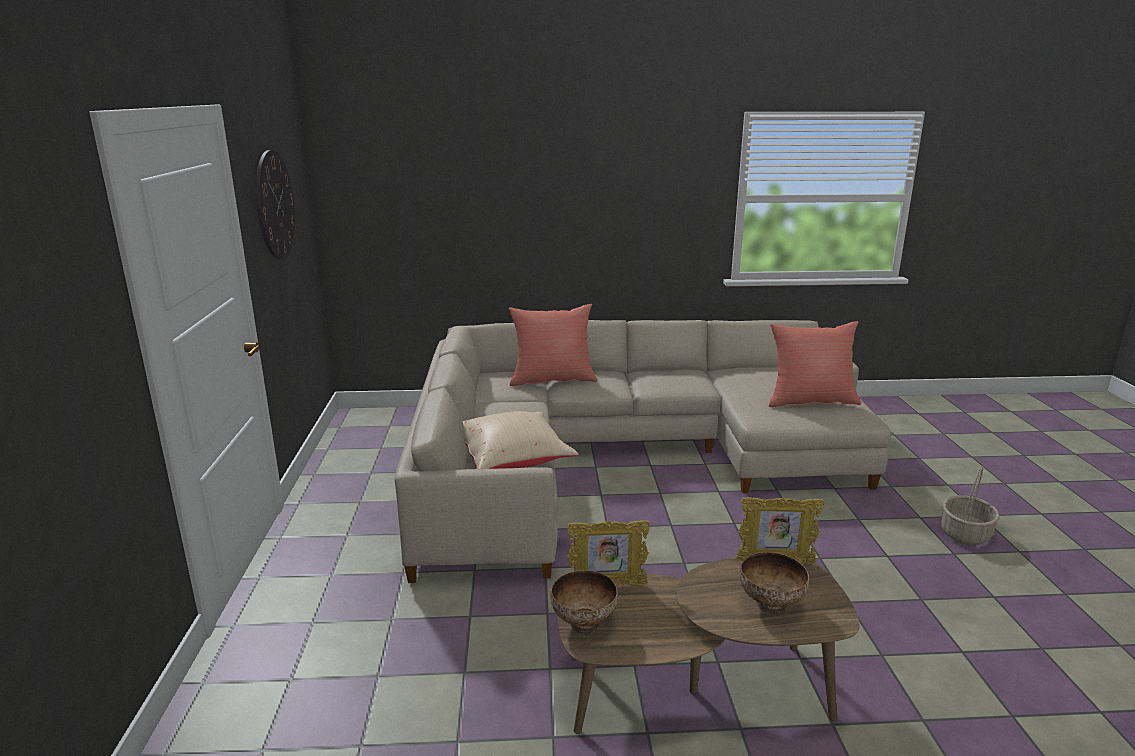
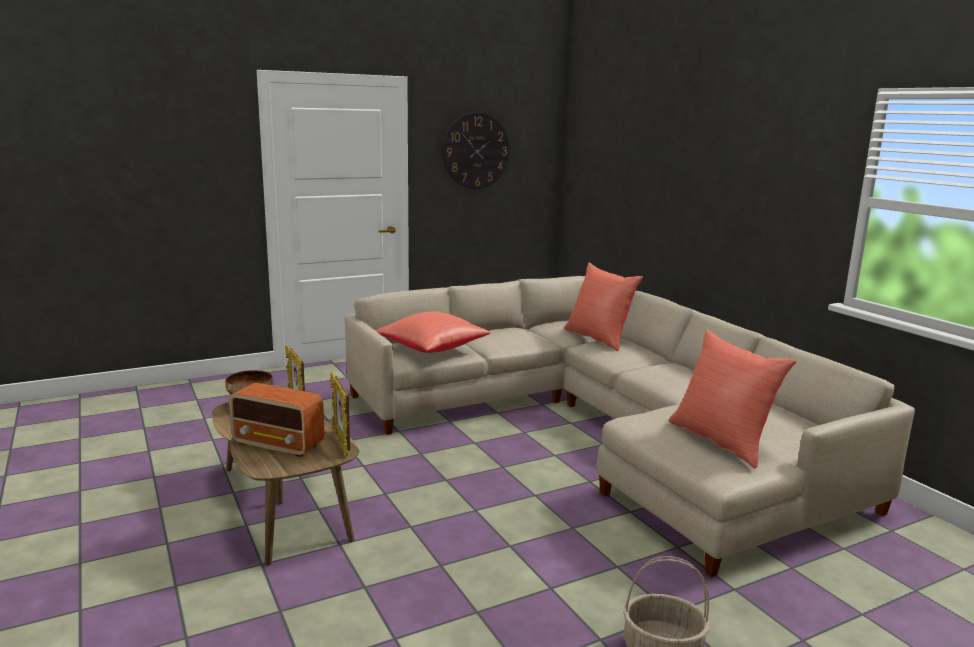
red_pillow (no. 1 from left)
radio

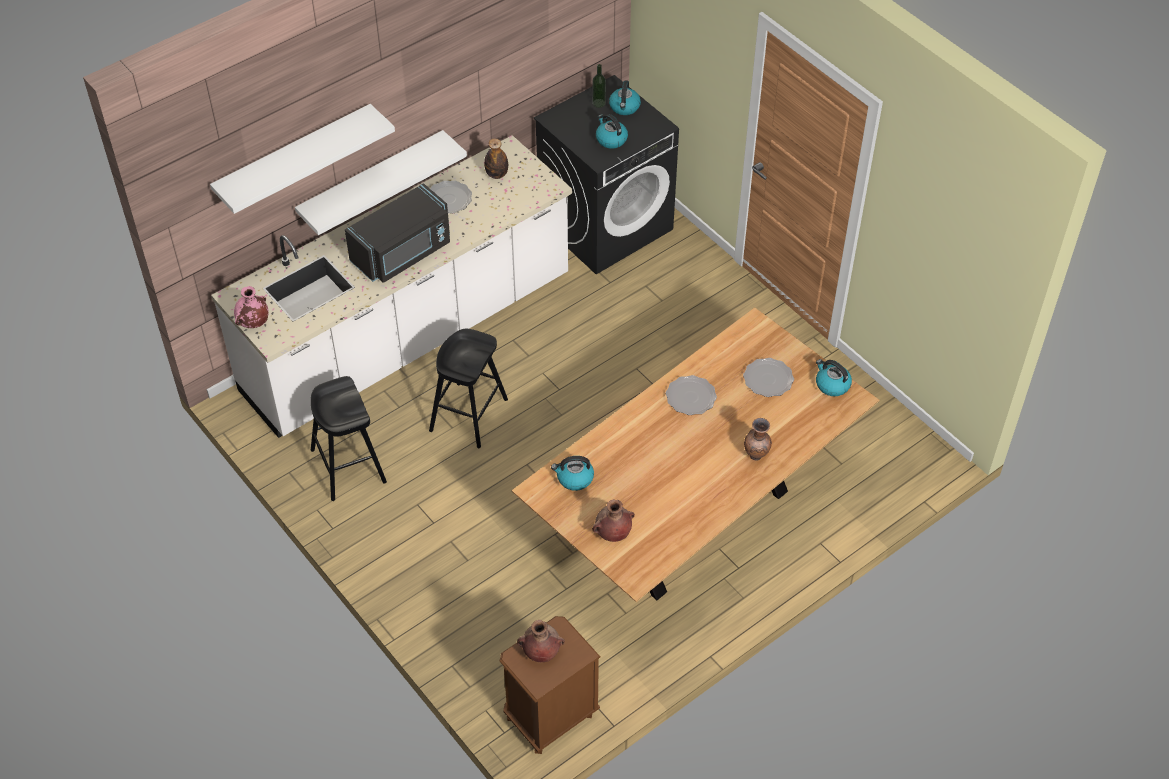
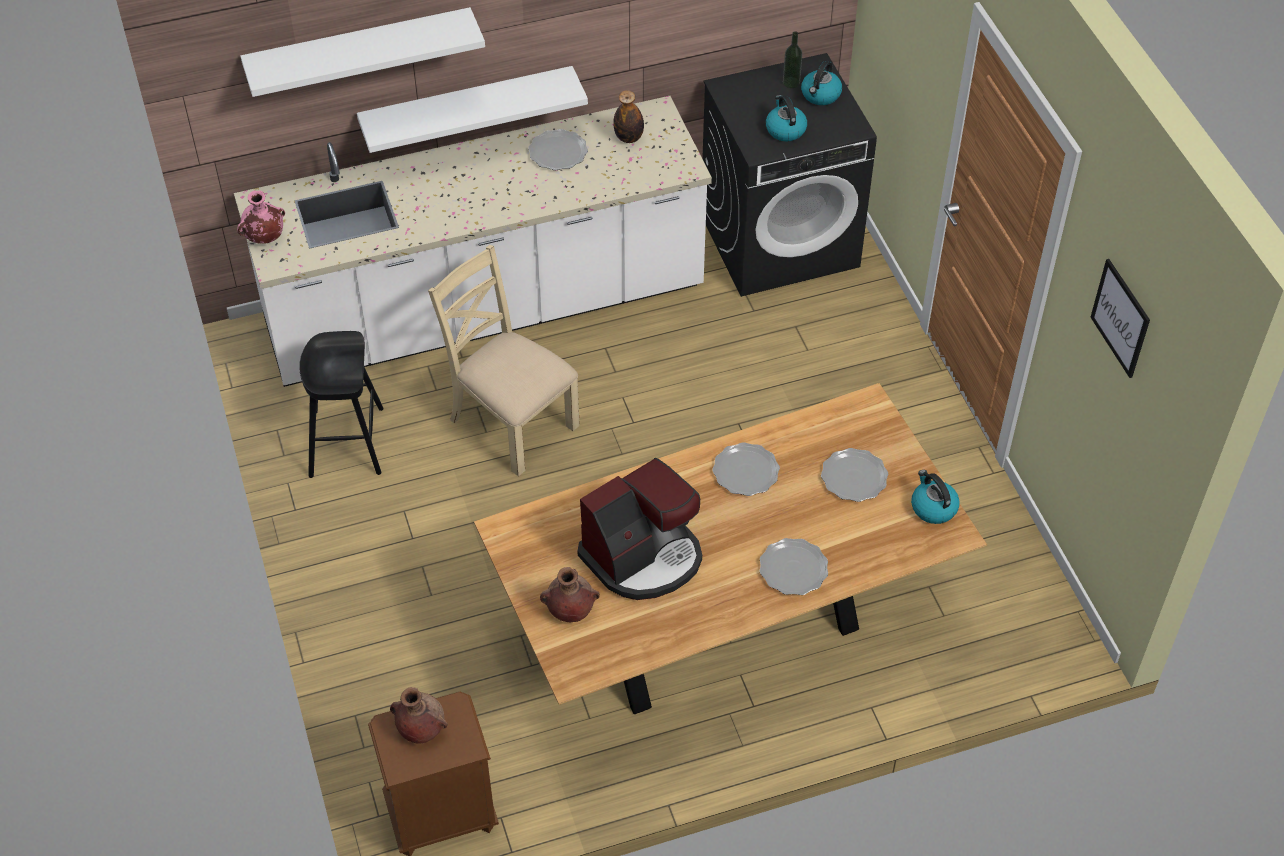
black_microwave
beige_chair
kettle (no. 1 from left in the first image)
plate (no. 3 from left)
coffee_machine
picture

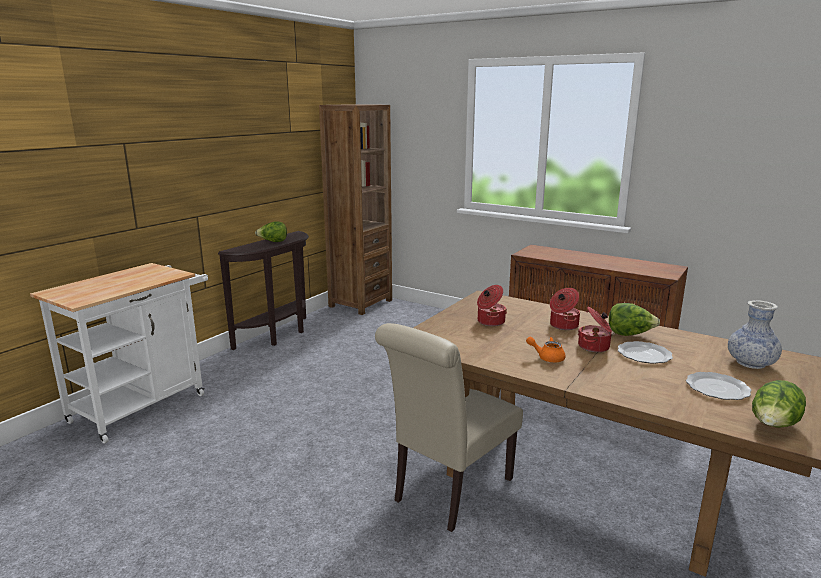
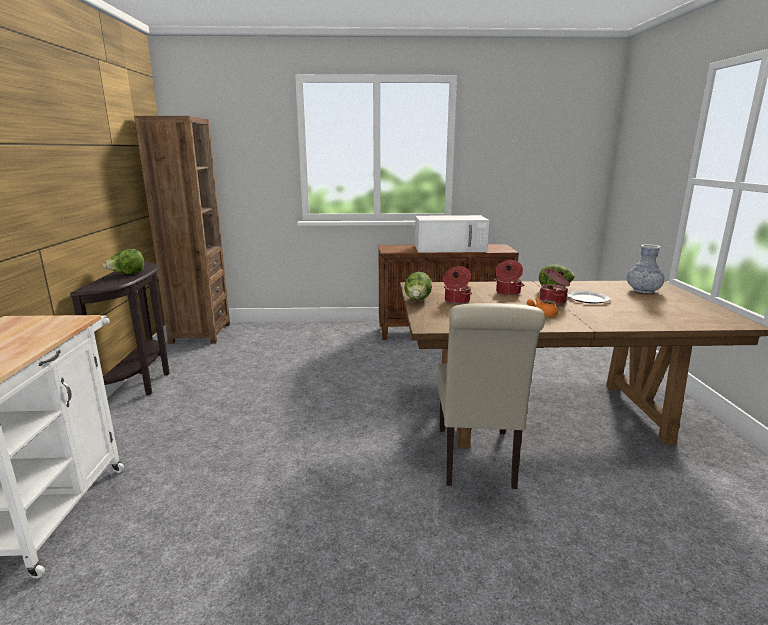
plate (no. 2 from left in the first image)
lettuce (no. 2 from left)
white_microwave

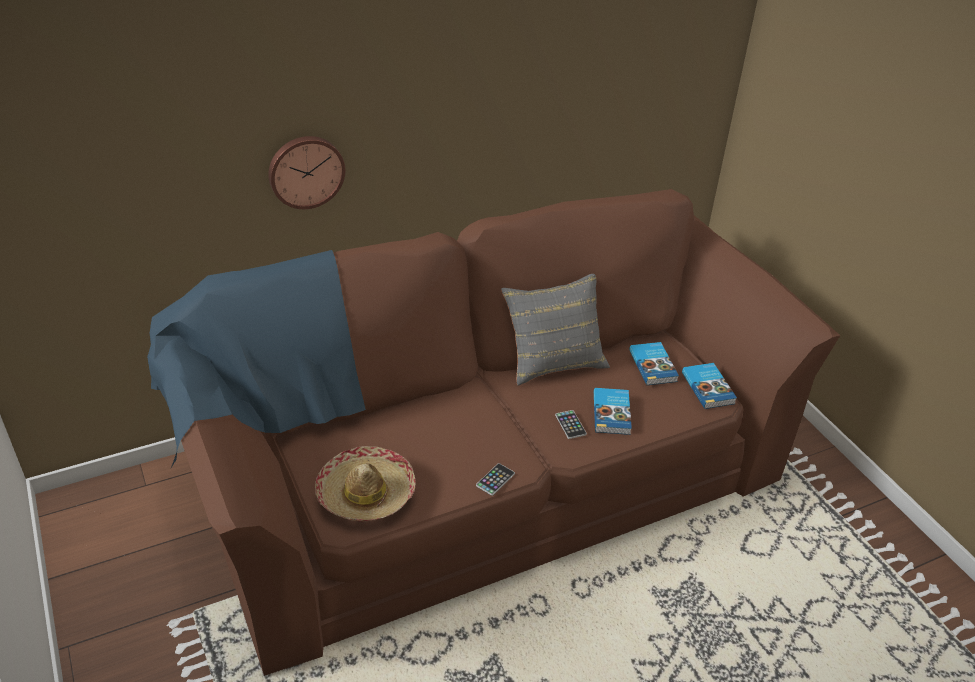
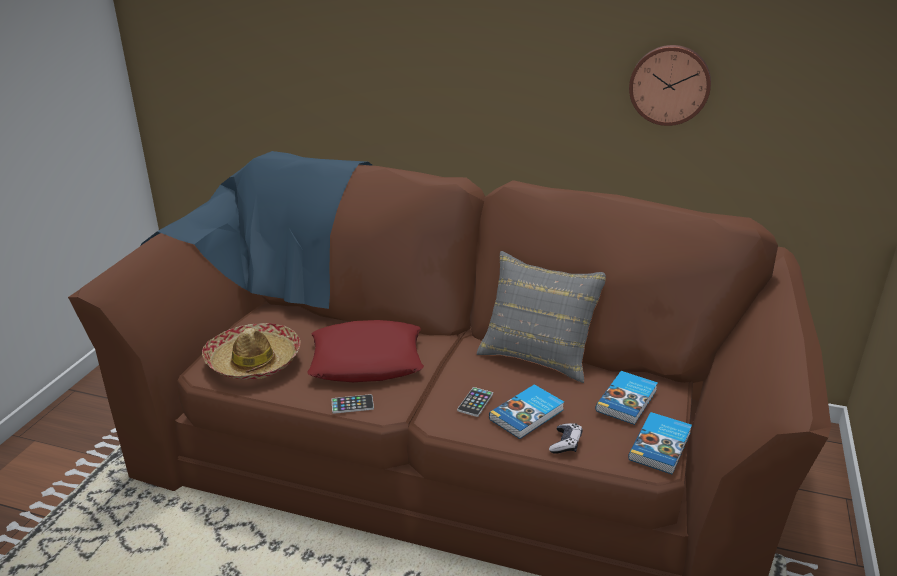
wall_clock
red_pillow
game_controller

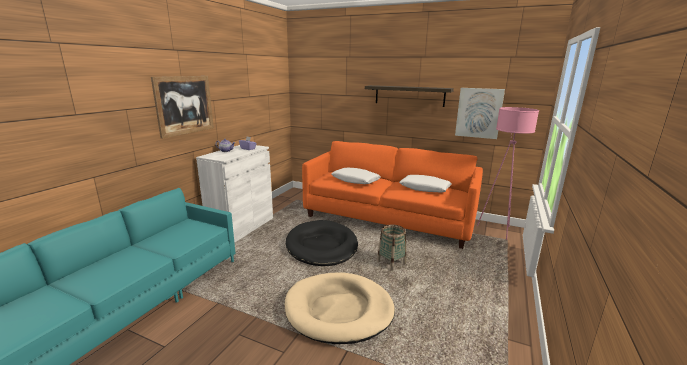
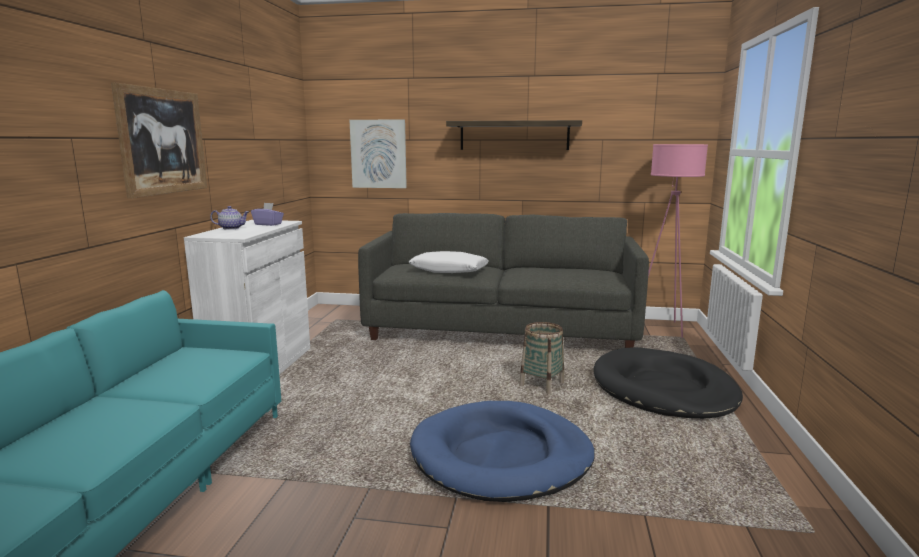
blue_dog_bed
black_dog_bed
grey_sofa
white_pillow (no. 2 from left in the first image)
picture (no. 2 from left)

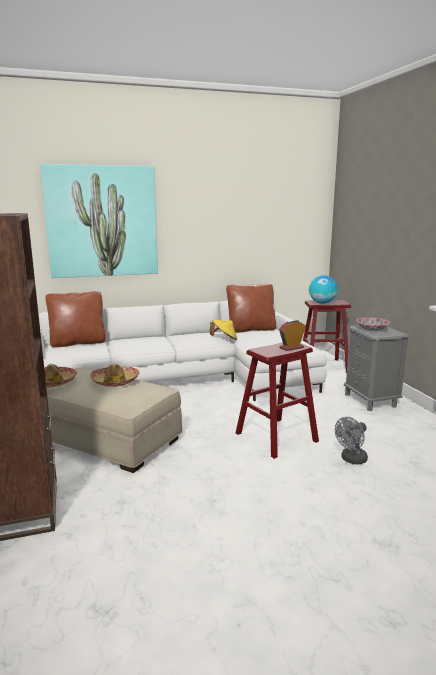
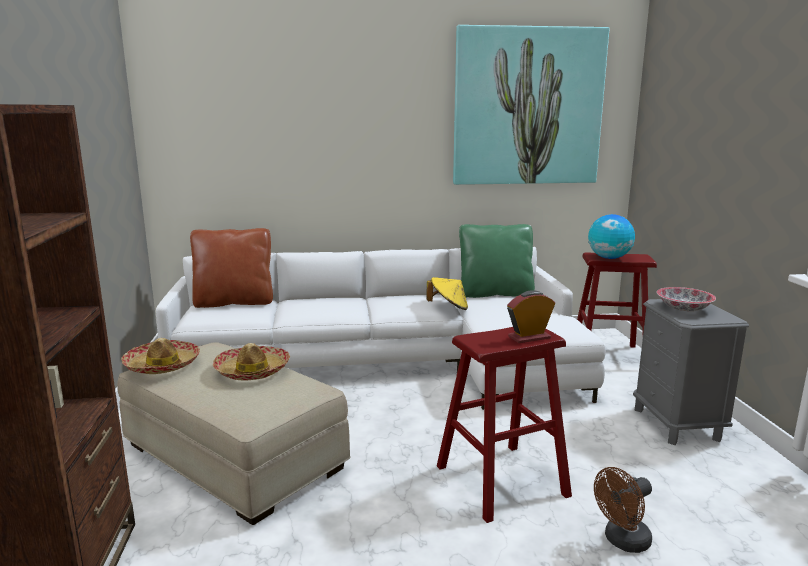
picture
green_pillow
brown_fan

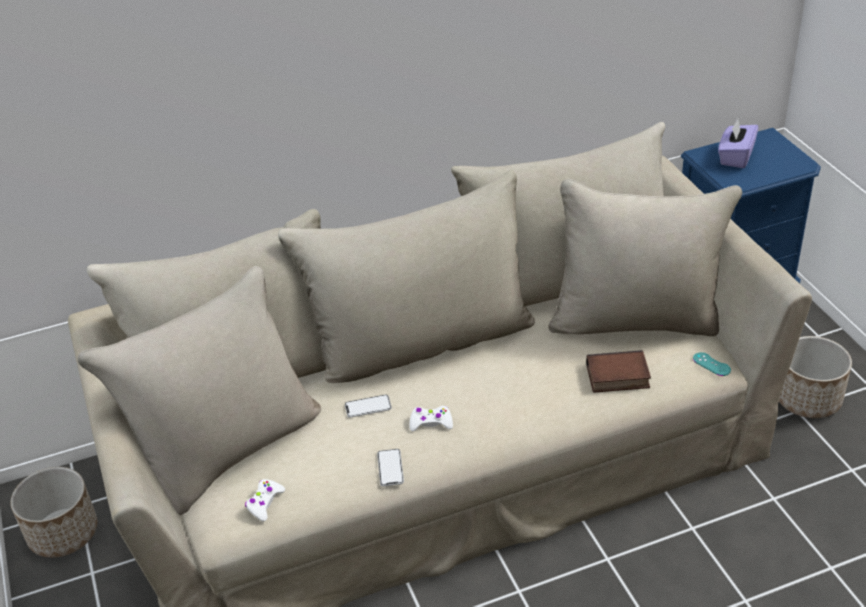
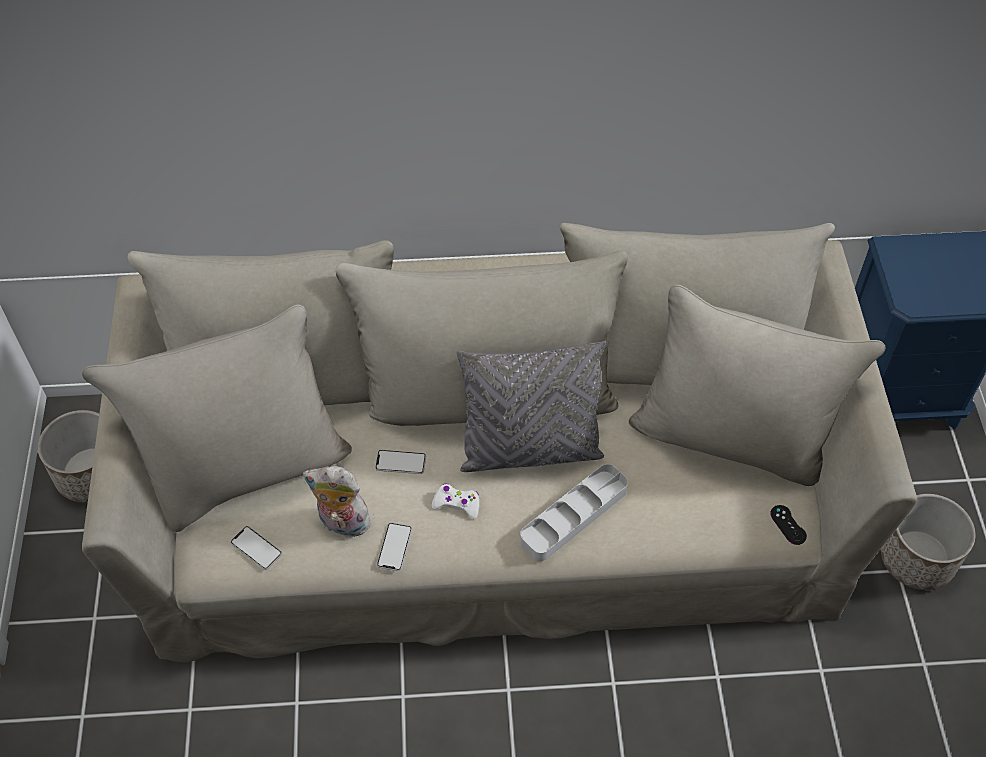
phone (no. 1 from left)
book
black_game_controller
purple_tissue_box
plush_toy
grey_pillow
grey_tray

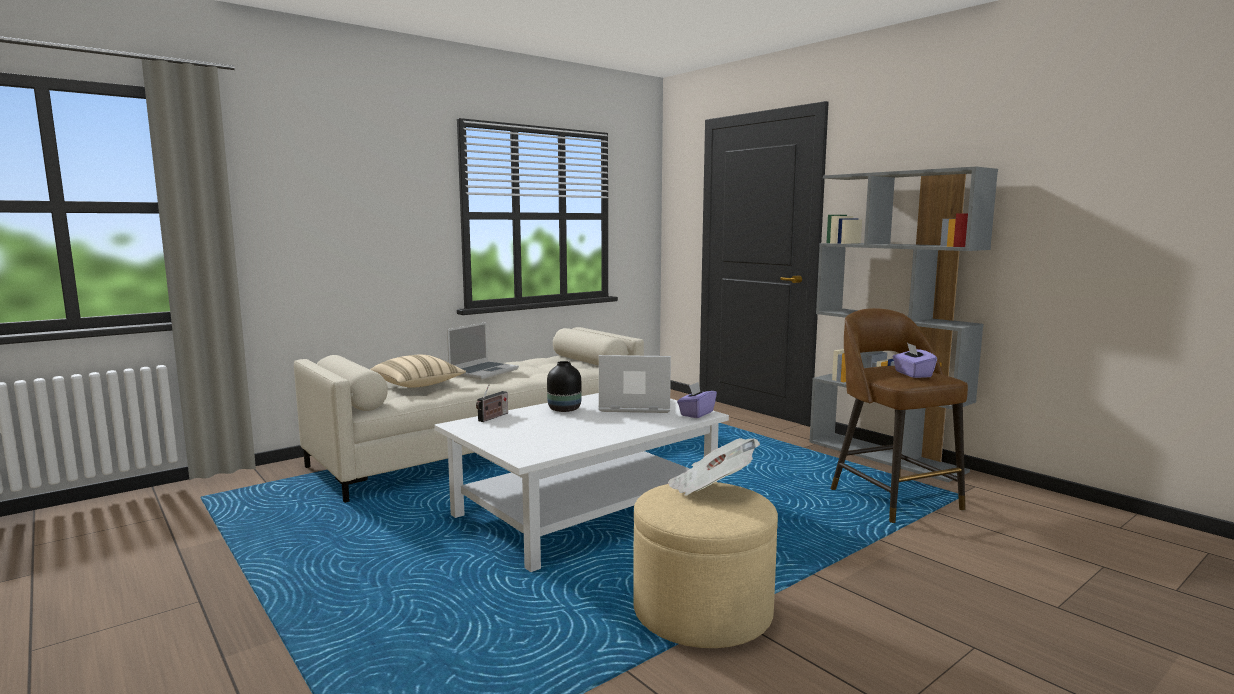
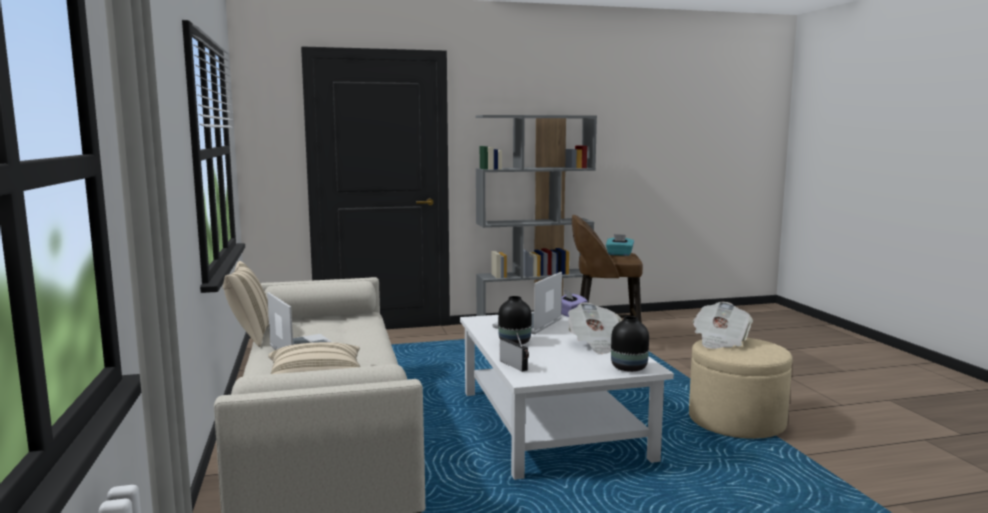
turquoise_tissue_box
beige_pillow (no. 1 from left)
newspaper (no. 1 from left)
black_vase (no. 2 from left)

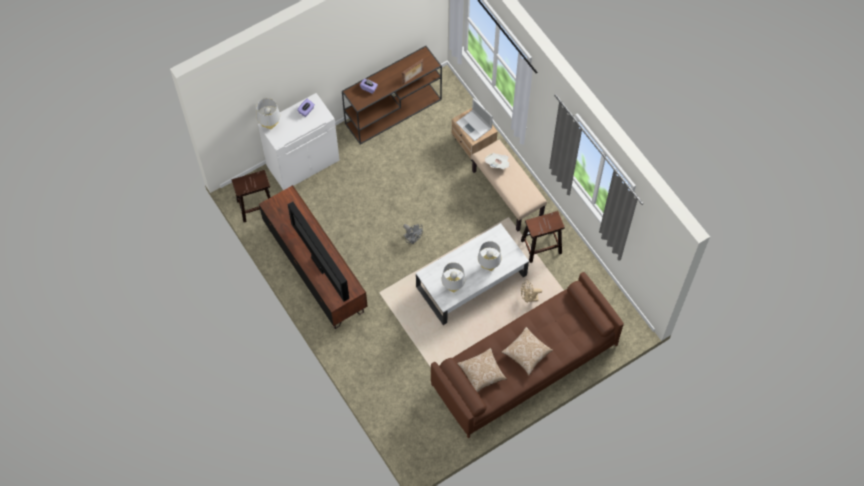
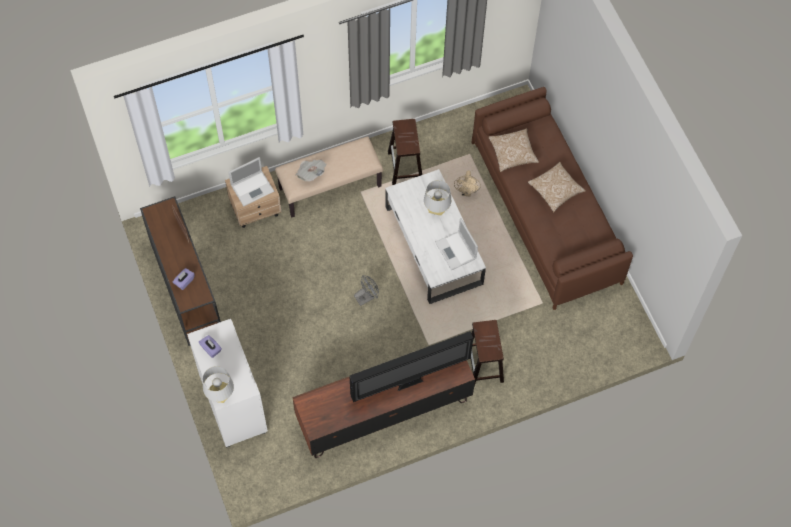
brown_stool (no. 2 from left)
laptop (no. 2 from left)
pillow (no. 1 from left)

